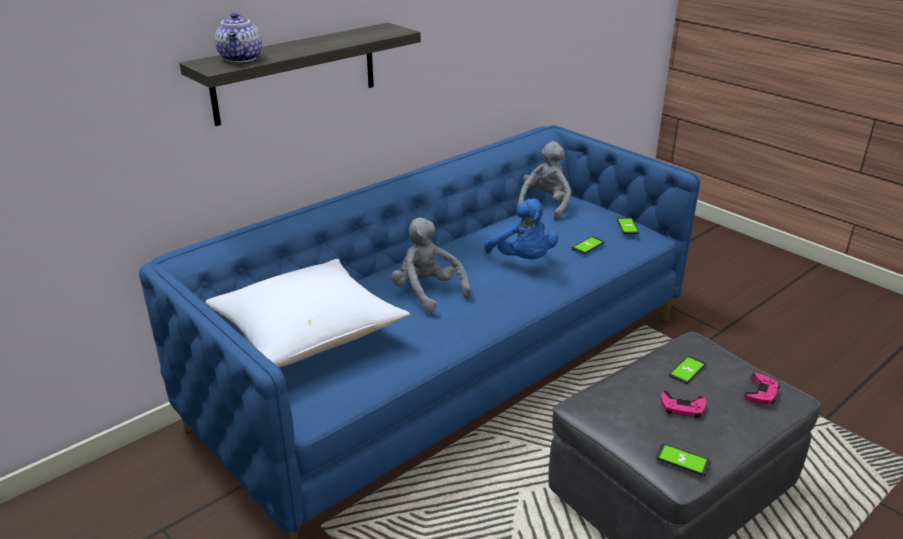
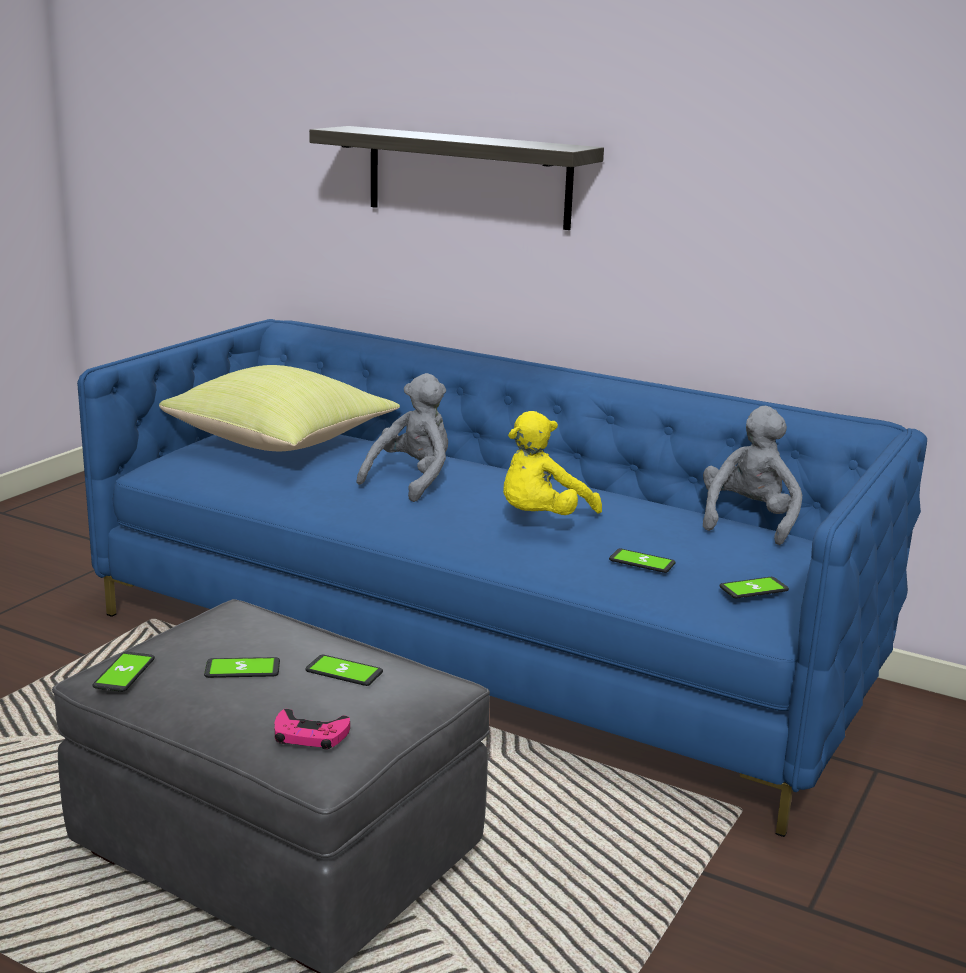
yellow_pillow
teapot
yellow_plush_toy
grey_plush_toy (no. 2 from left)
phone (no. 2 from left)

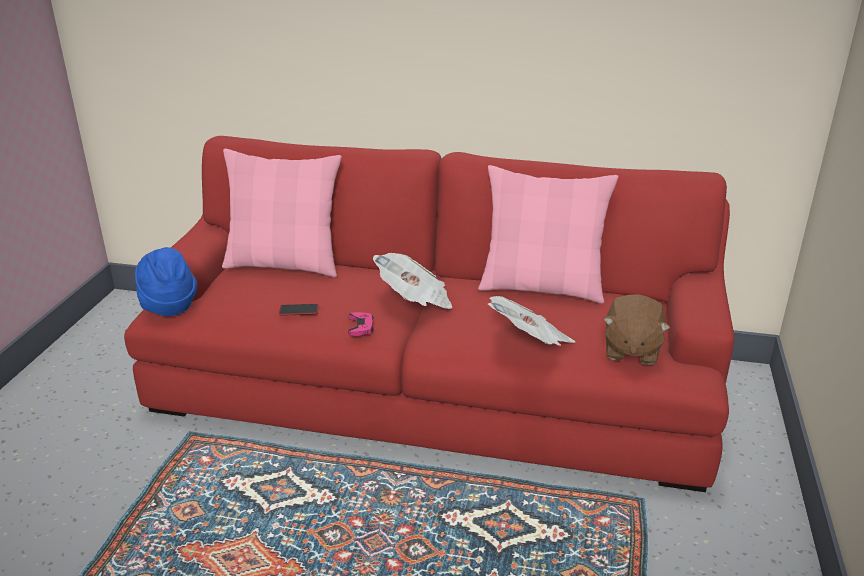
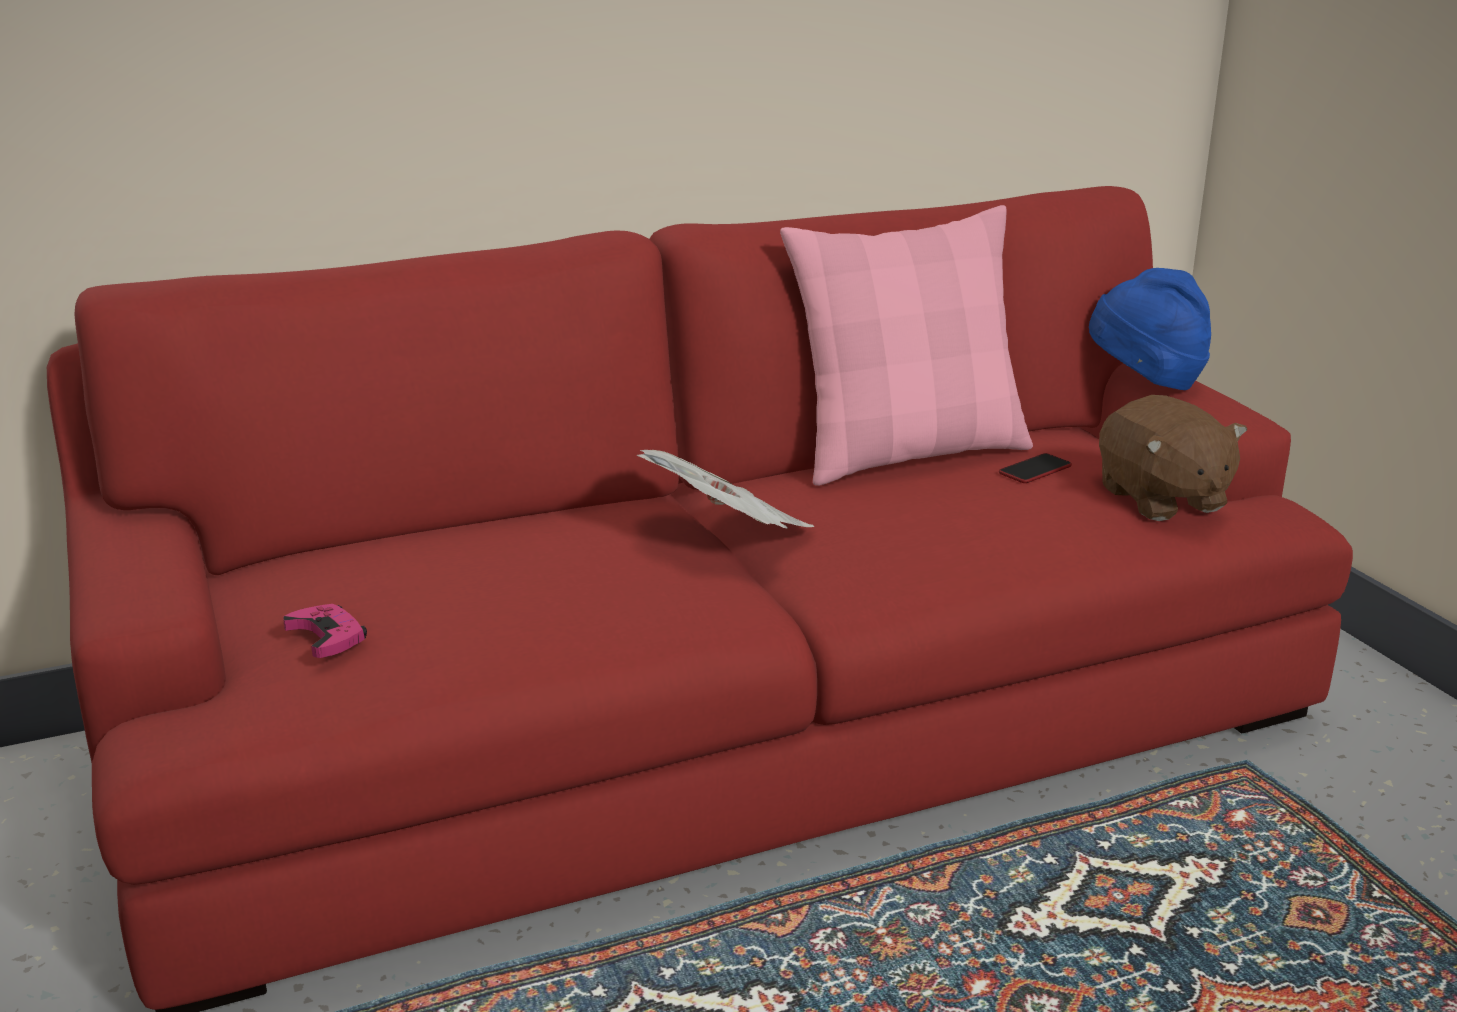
blue_hat
pink_pillow (no. 1 from left in the first image)
phone
pink_game_controller
newspaper (no. 2 from left in the first image)

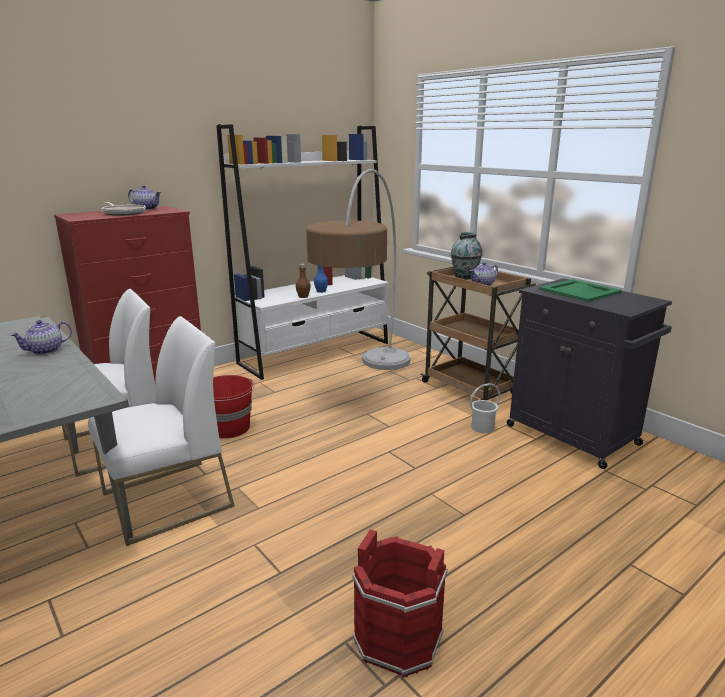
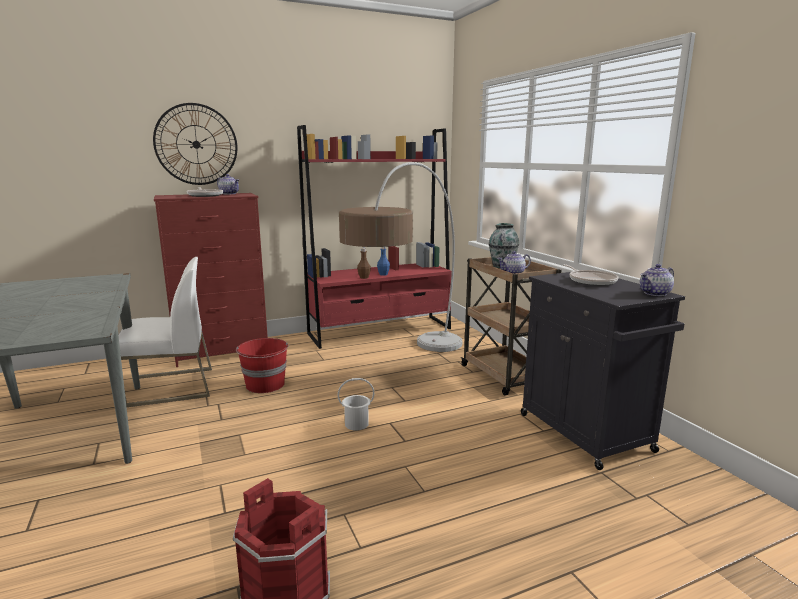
teapot (no. 3 from left)
white_chair (no. 2 from left in the first image)
red_bookcase
white_bucket
frying_pan (no. 2 from left)
wall_clock

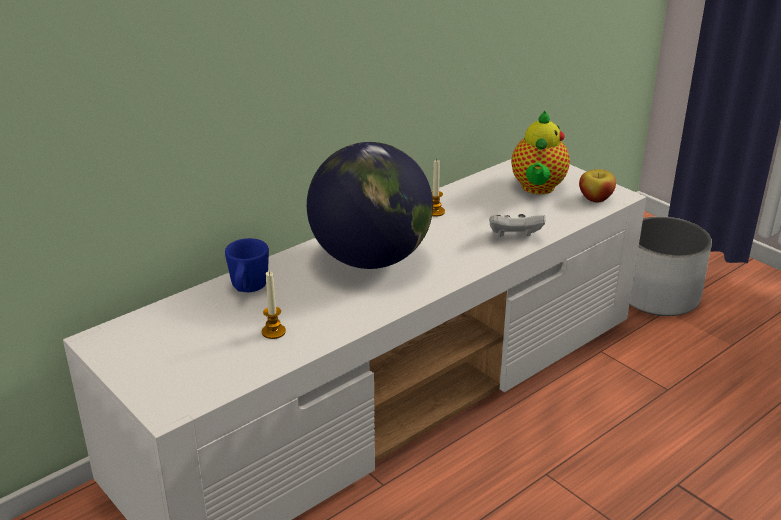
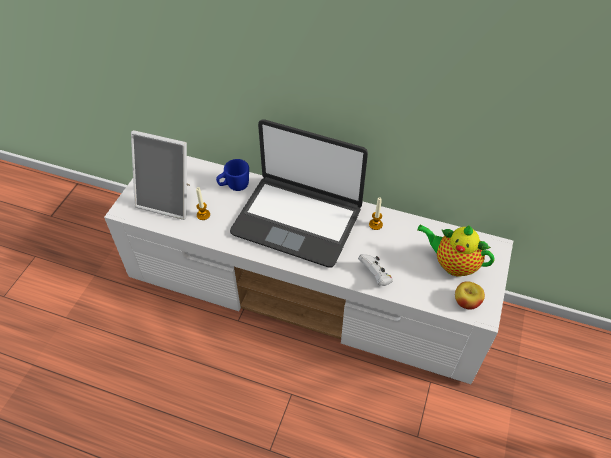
laptop
teapot
white_planter
picture_frame

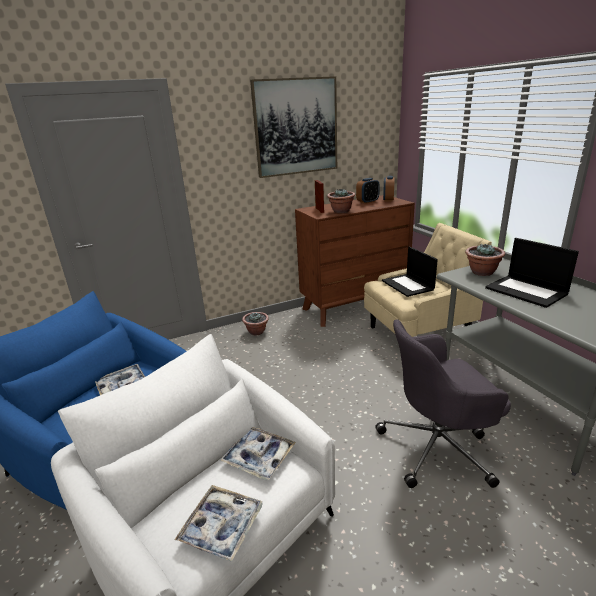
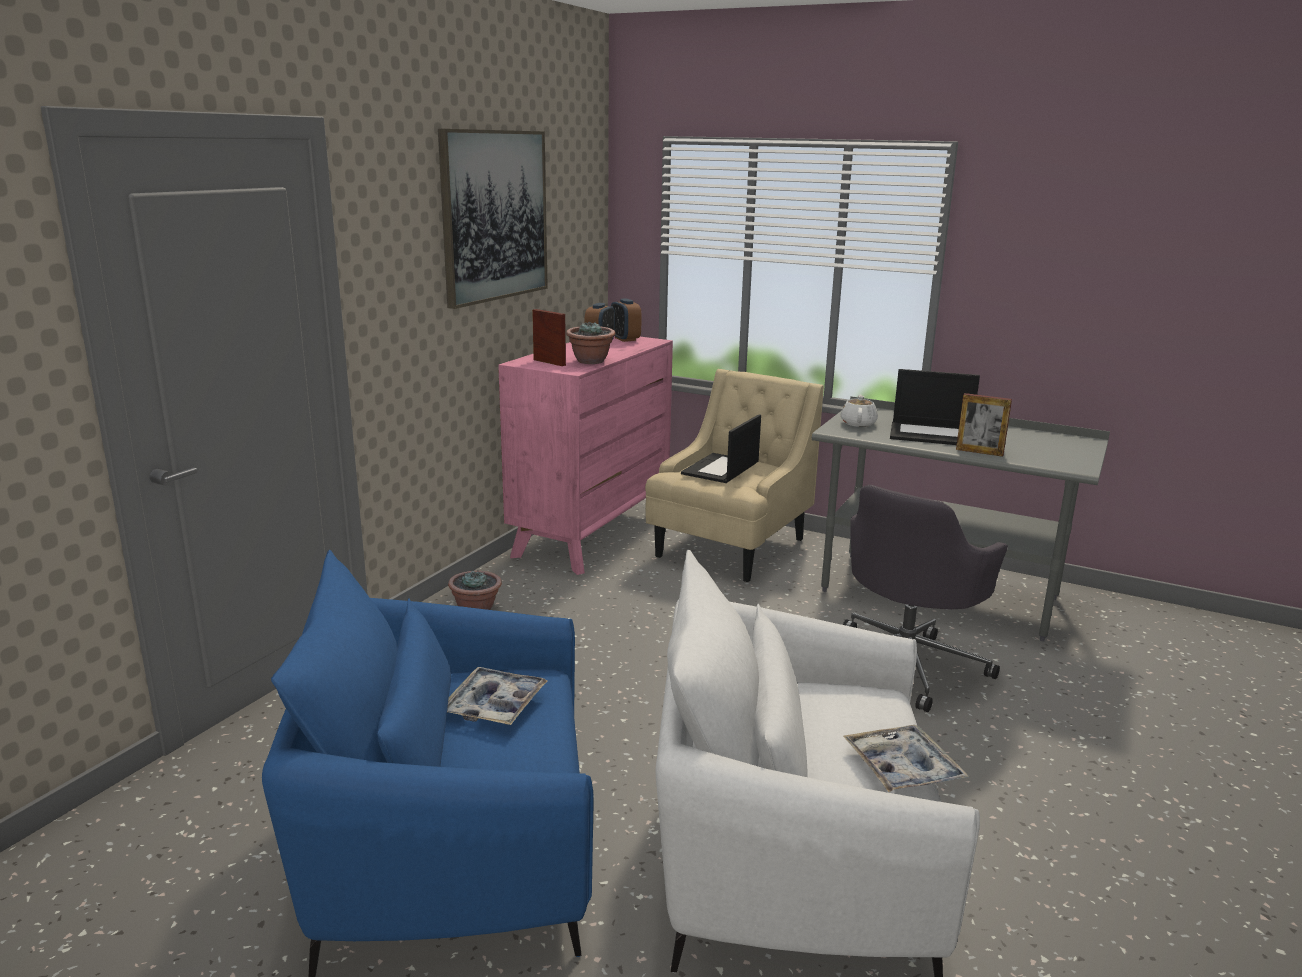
tray (no. 3 from left in the first image)
pink_dresser
laptop (no. 1 from left)
white_teapot
picture_frame (no. 2 from left)

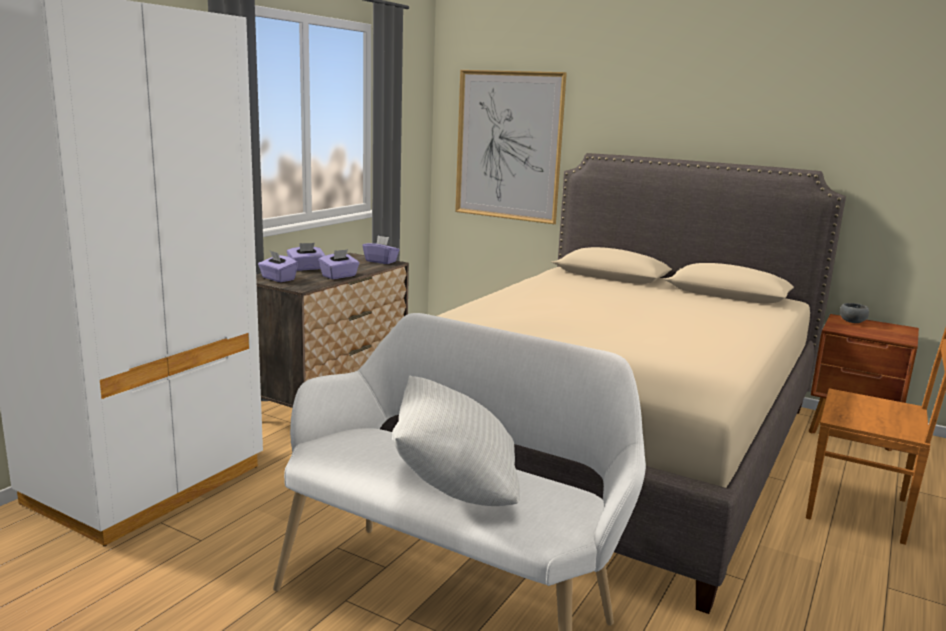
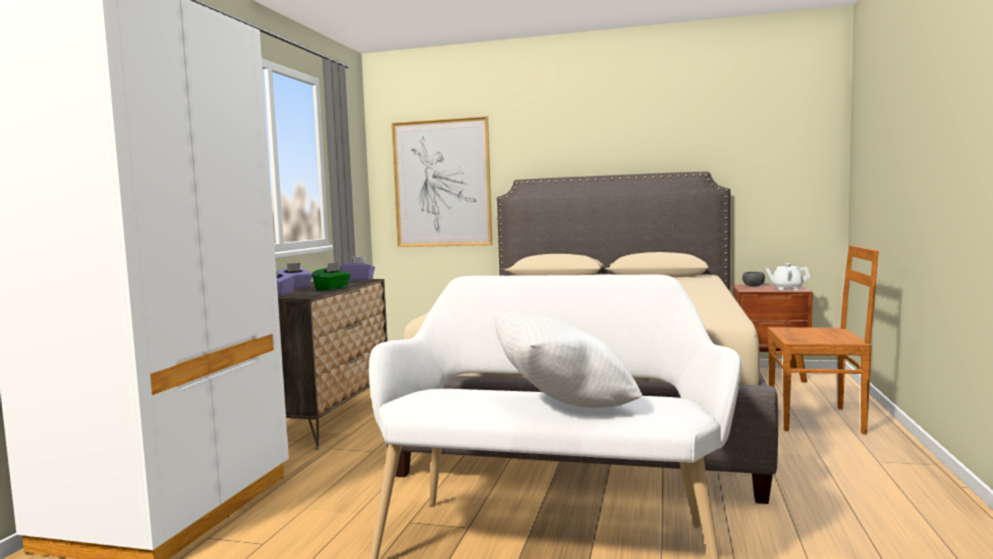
green_tissue_box
white_teapot

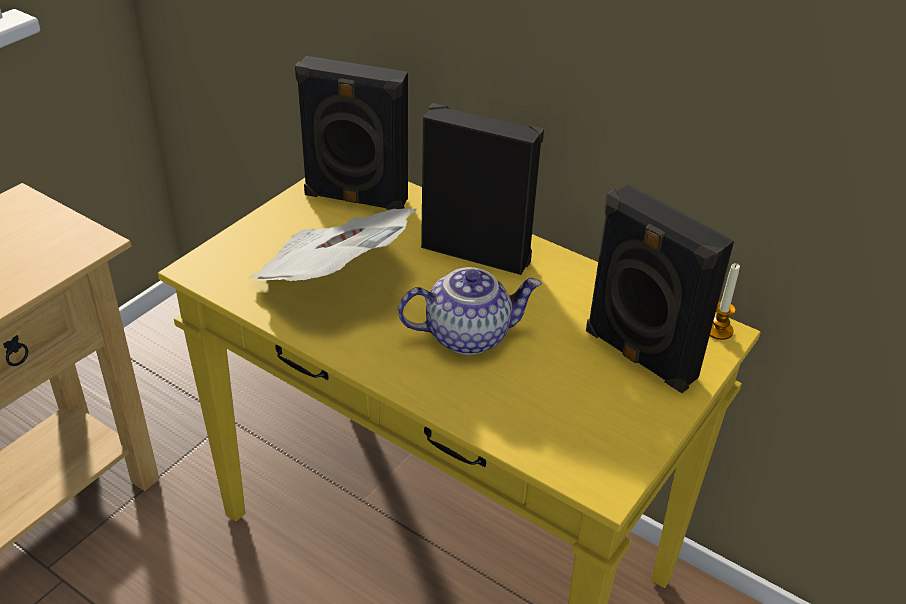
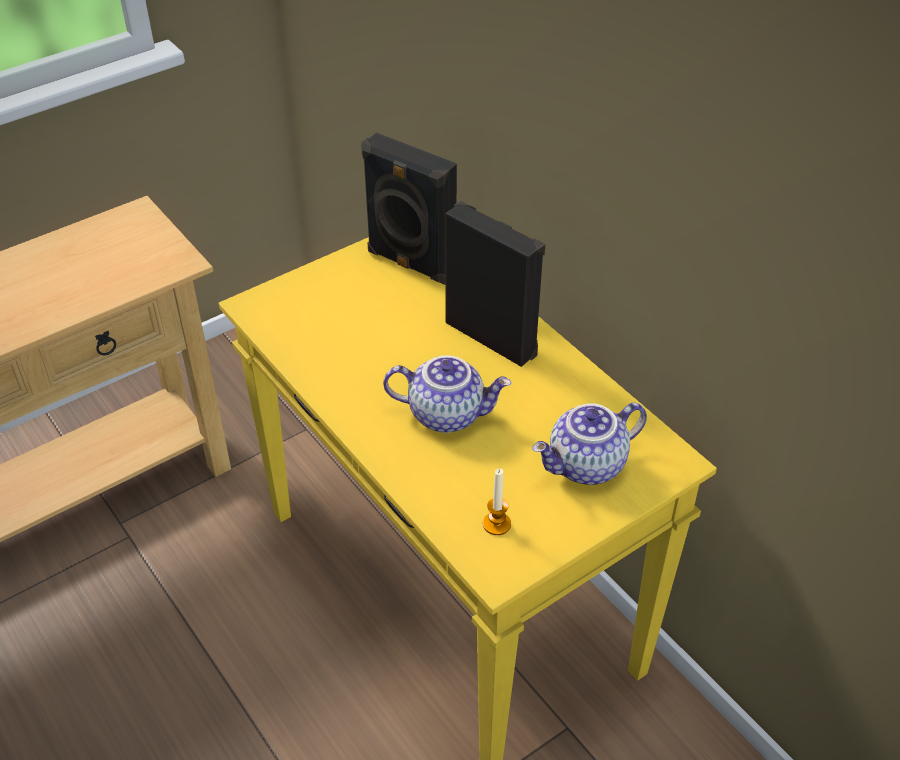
newspaper
teapot (no. 2 from left)
candle

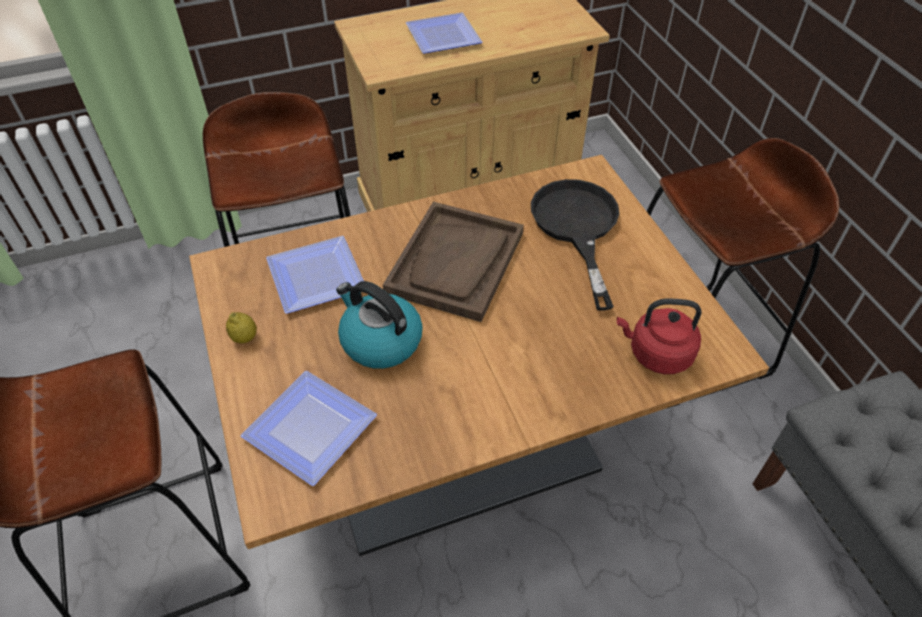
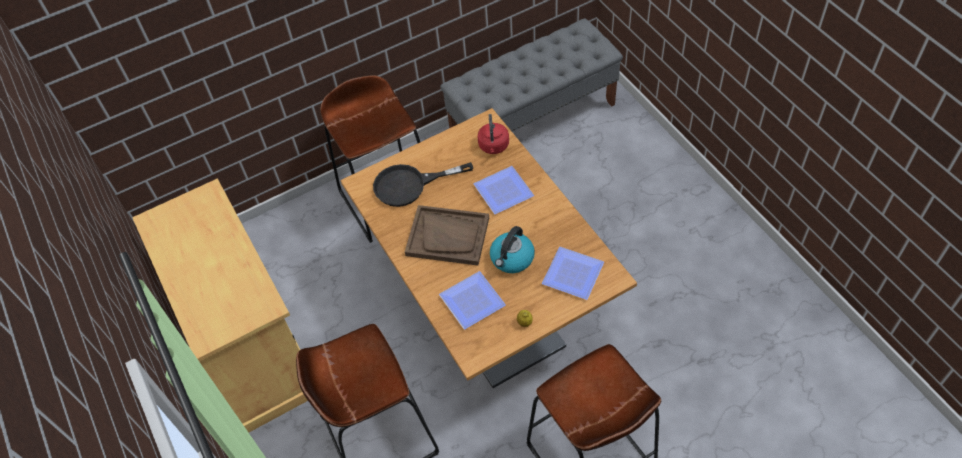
plate (no. 2 from left)

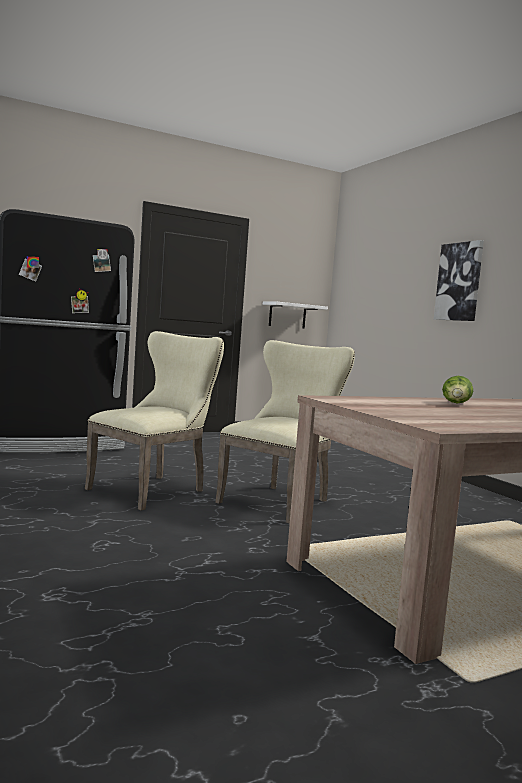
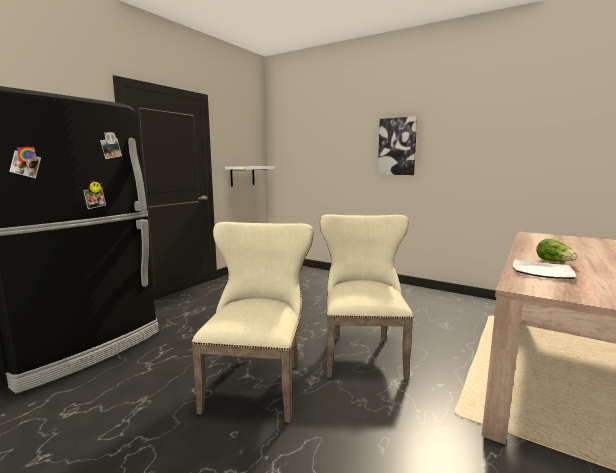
plate

